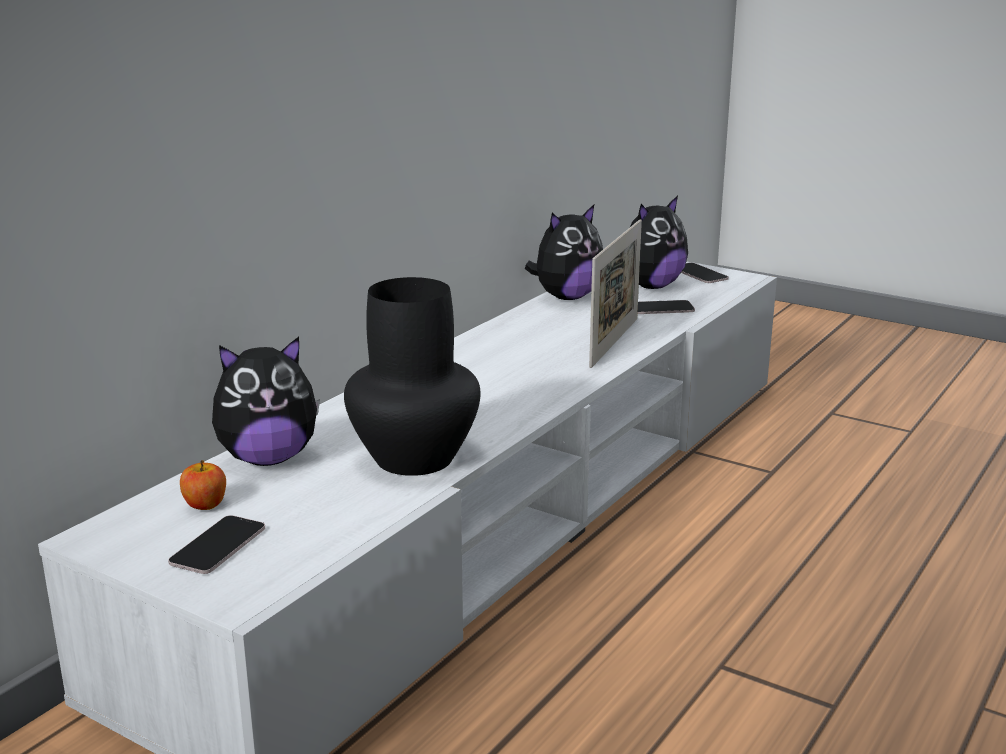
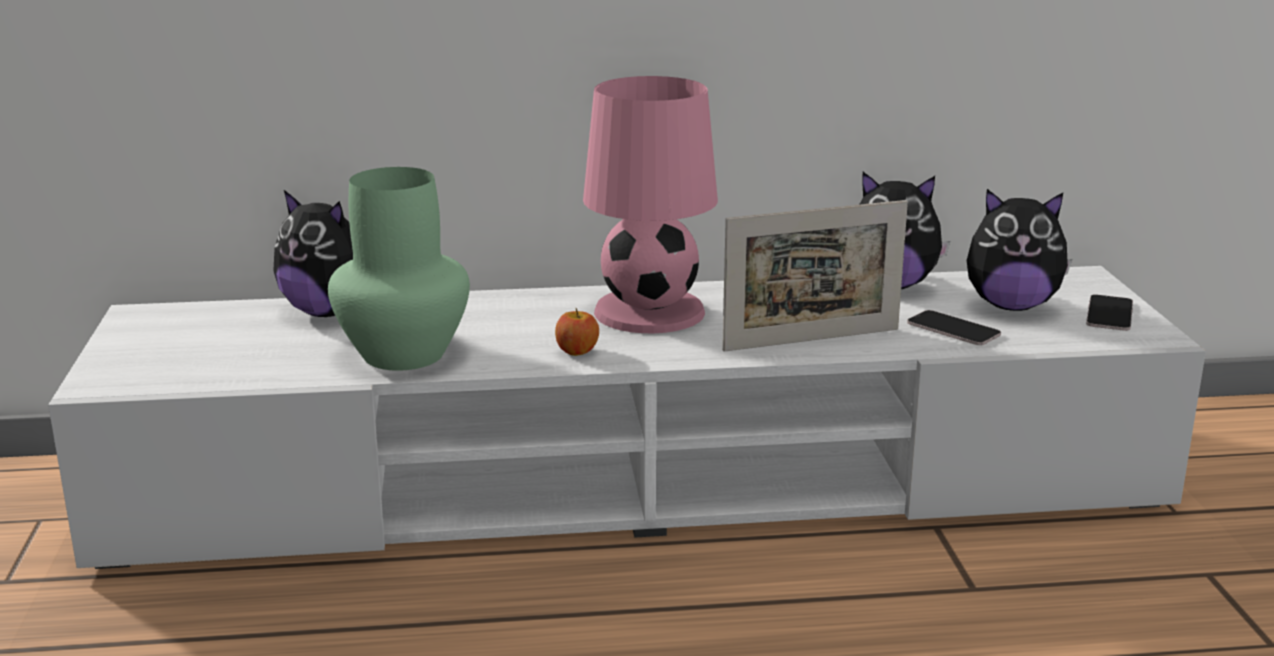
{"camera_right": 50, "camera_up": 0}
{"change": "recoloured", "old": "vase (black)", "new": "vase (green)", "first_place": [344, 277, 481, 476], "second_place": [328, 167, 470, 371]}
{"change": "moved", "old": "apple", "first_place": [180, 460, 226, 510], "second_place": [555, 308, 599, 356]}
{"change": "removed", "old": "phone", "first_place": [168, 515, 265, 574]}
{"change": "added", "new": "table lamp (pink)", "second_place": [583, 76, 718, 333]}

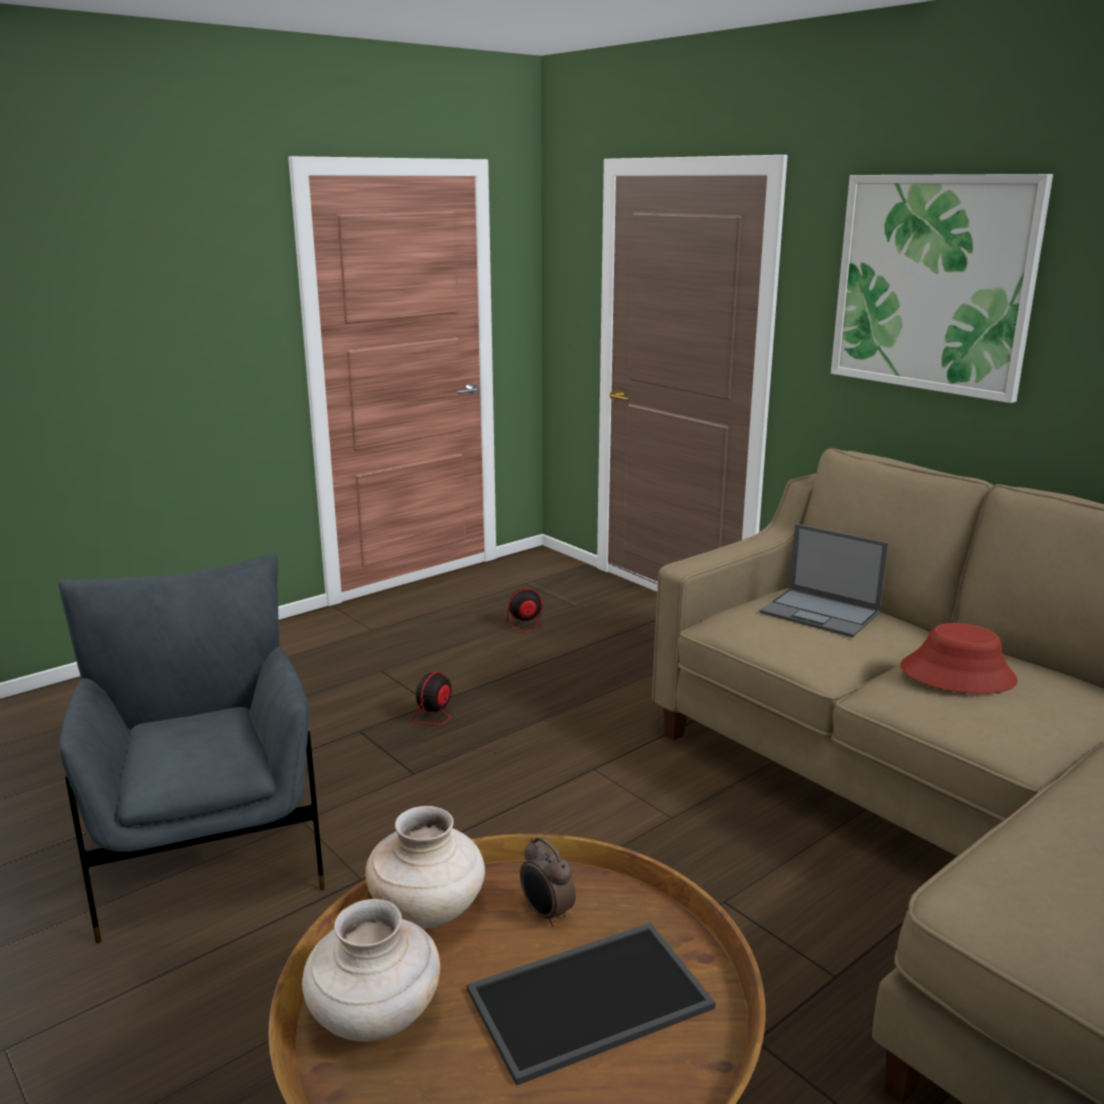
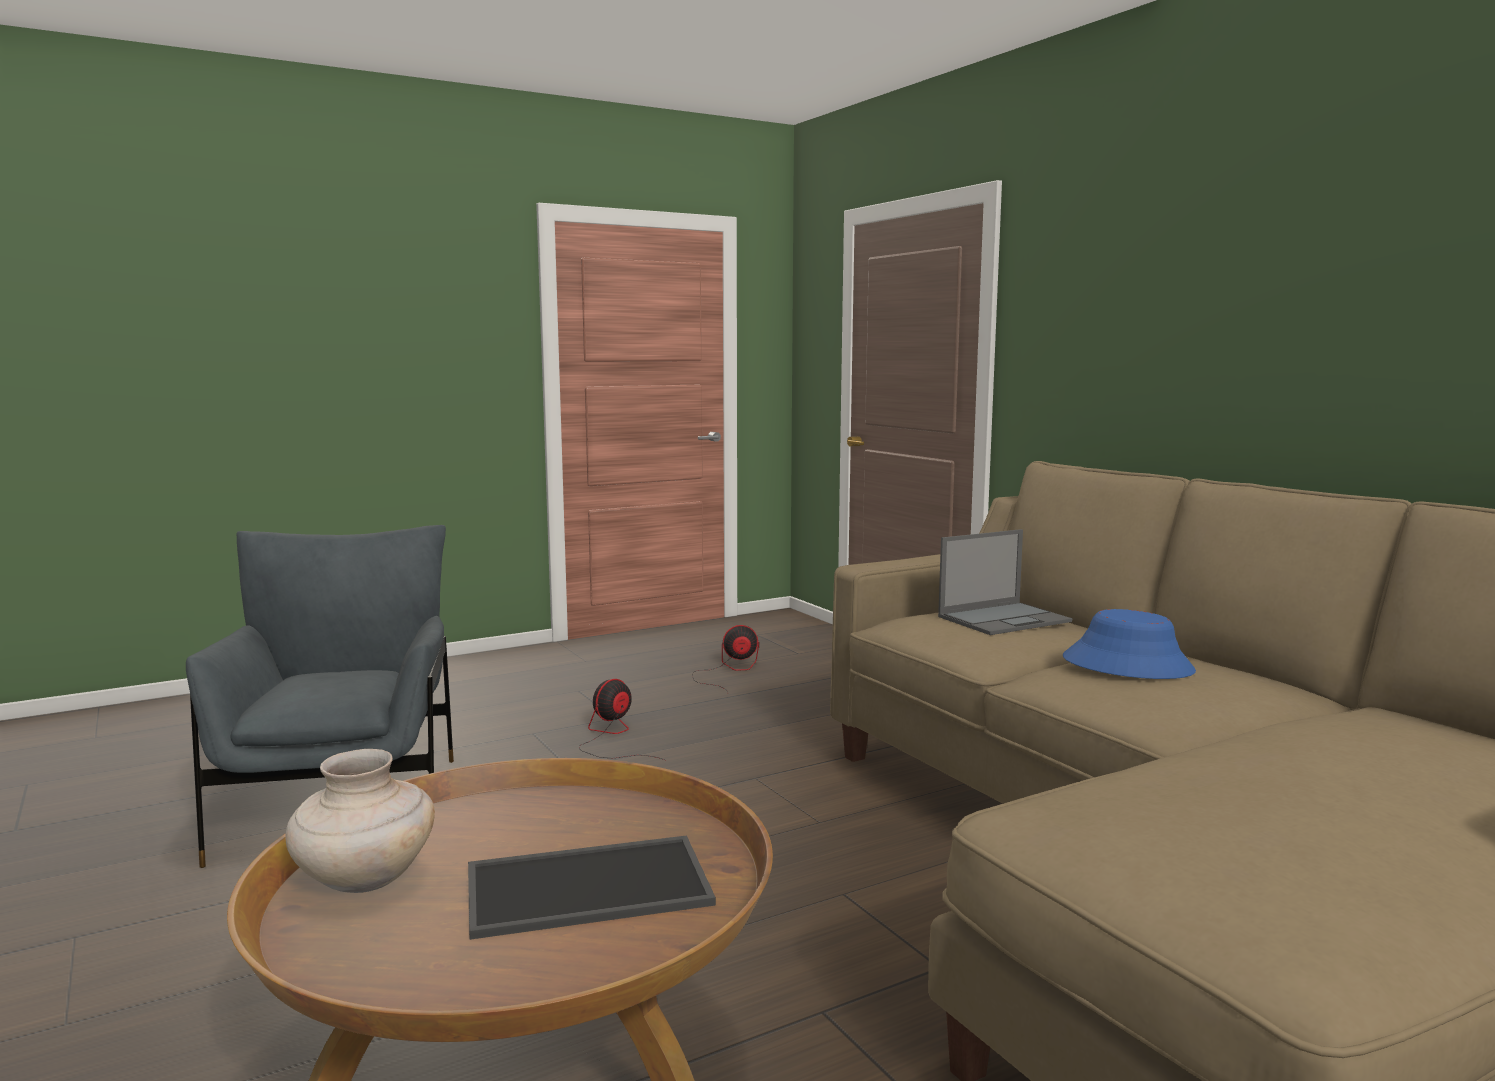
{"camera_right": 10, "camera_up": -10}
{"change": "removed", "old": "picture", "first_place": [831, 174, 1053, 403]}
{"change": "turned", "old": "laptop", "first_place": [760, 524, 889, 638], "second_place": [938, 529, 1072, 635], "degrees": -75}
{"change": "recoloured", "old": "hat (red)", "new": "hat (blue)", "first_place": [901, 623, 1018, 694], "second_place": [1063, 609, 1196, 679]}
{"change": "removed", "old": "vase (beige)", "first_place": [365, 806, 485, 929]}
{"change": "removed", "old": "alarm clock", "first_place": [520, 837, 576, 927]}

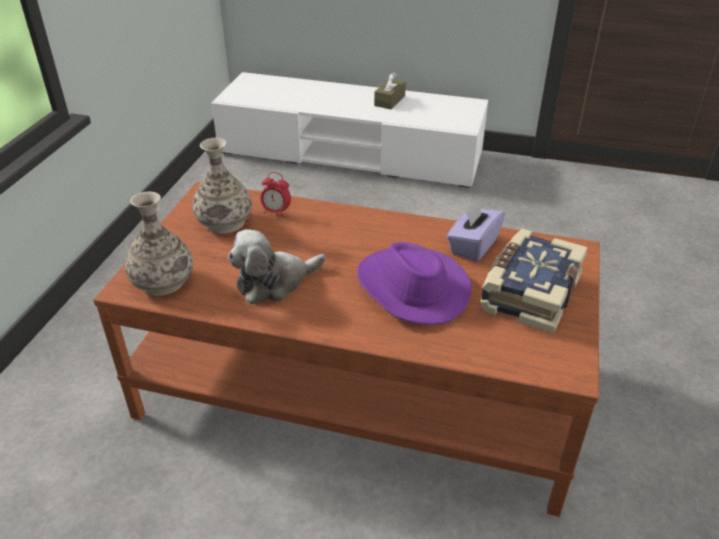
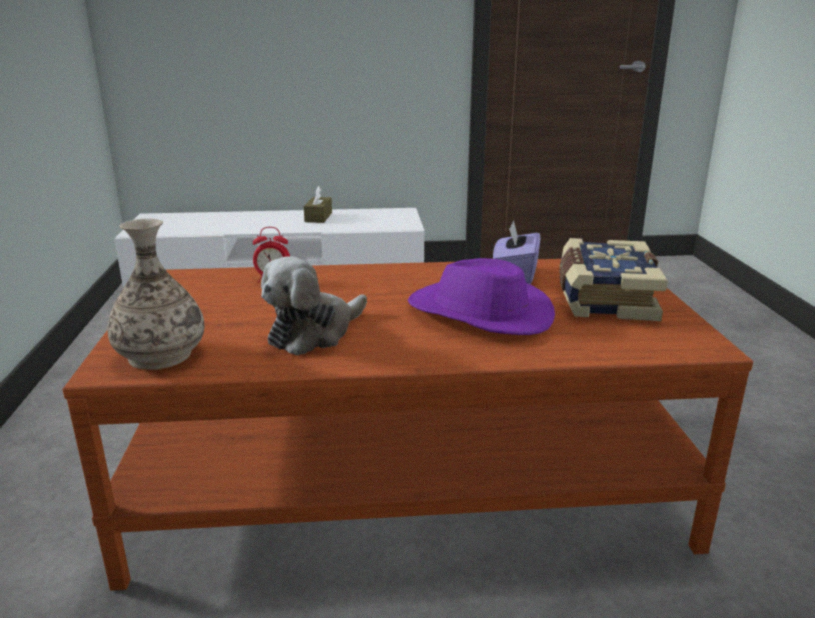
{"camera_right": -20, "camera_up": -15}
{"change": "removed", "old": "vase", "first_place": [192, 138, 252, 234]}

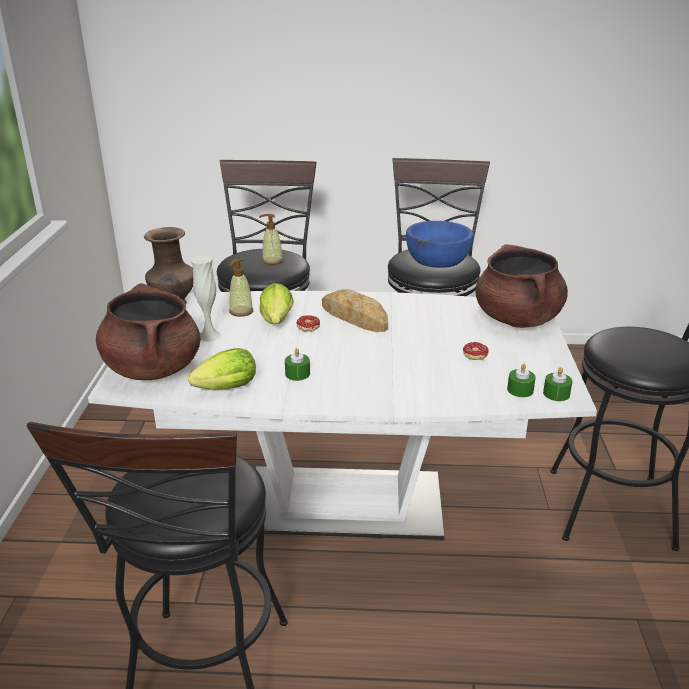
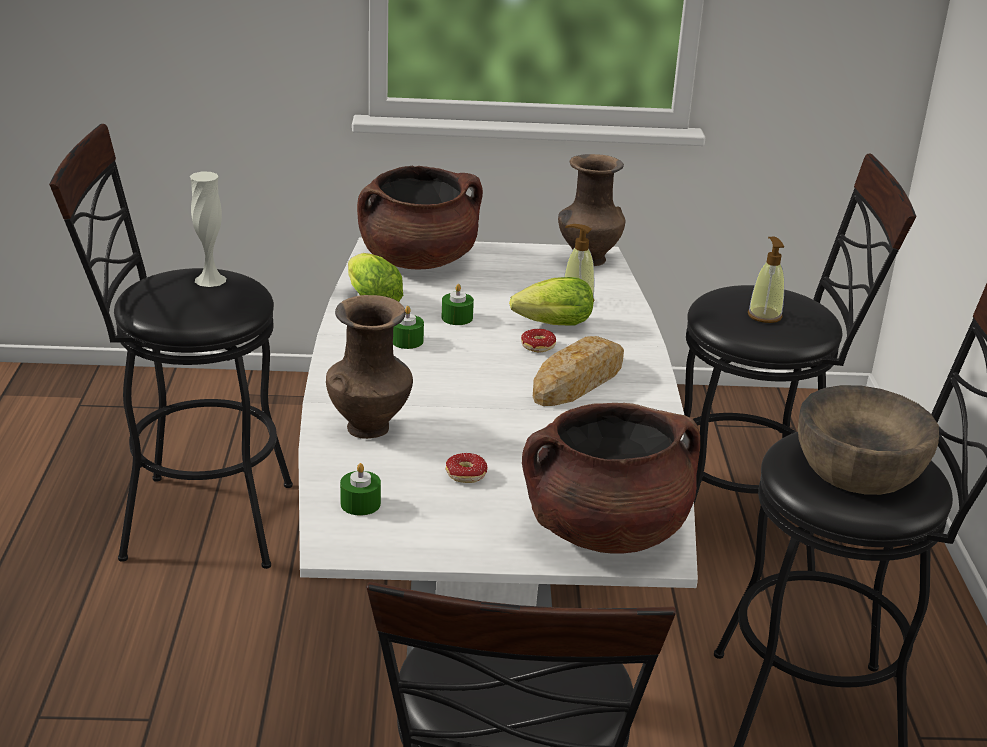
{"camera_right": 85, "camera_up": 0}
{"change": "recoloured", "old": "bowl (blue)", "new": "bowl (brown)", "first_place": [406, 221, 473, 268], "second_place": [798, 385, 939, 495]}
{"change": "moved", "old": "vase (white)", "first_place": [191, 256, 222, 342], "second_place": [190, 172, 226, 287]}
{"change": "moved", "old": "candle (green)", "first_place": [543, 367, 573, 401], "second_place": [442, 284, 474, 325]}
{"change": "added", "new": "vase (brown)", "second_place": [326, 295, 413, 439]}

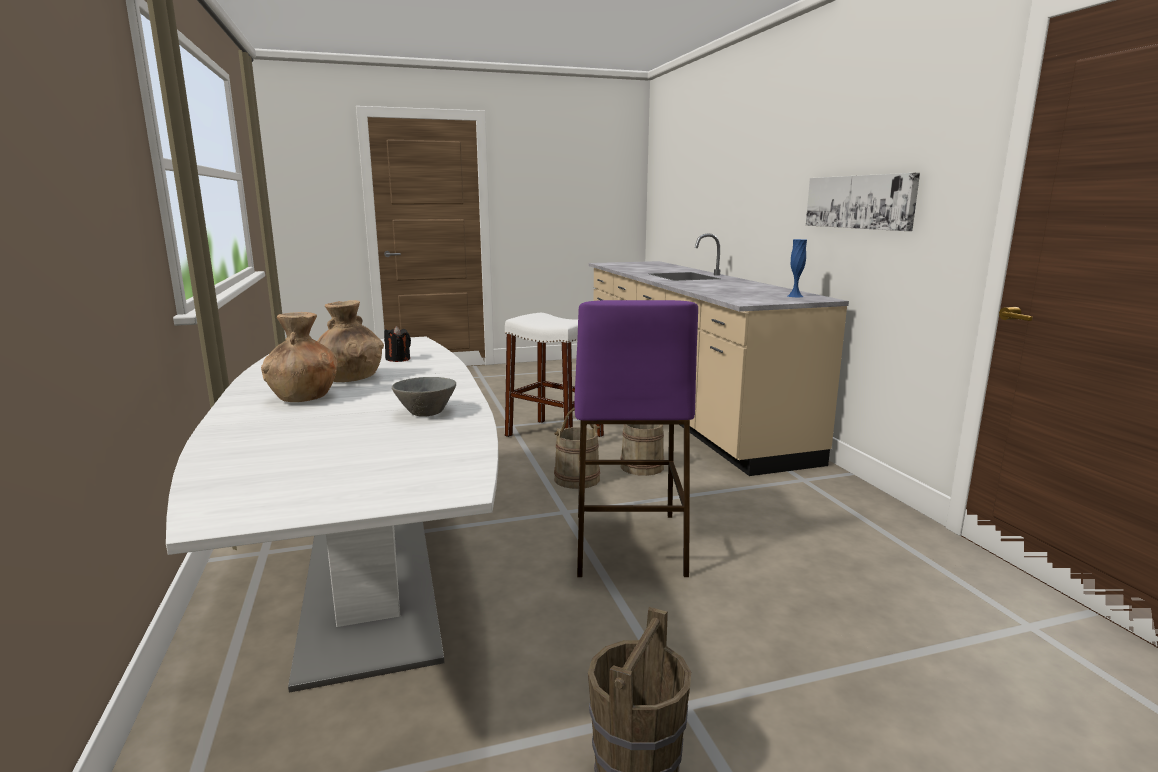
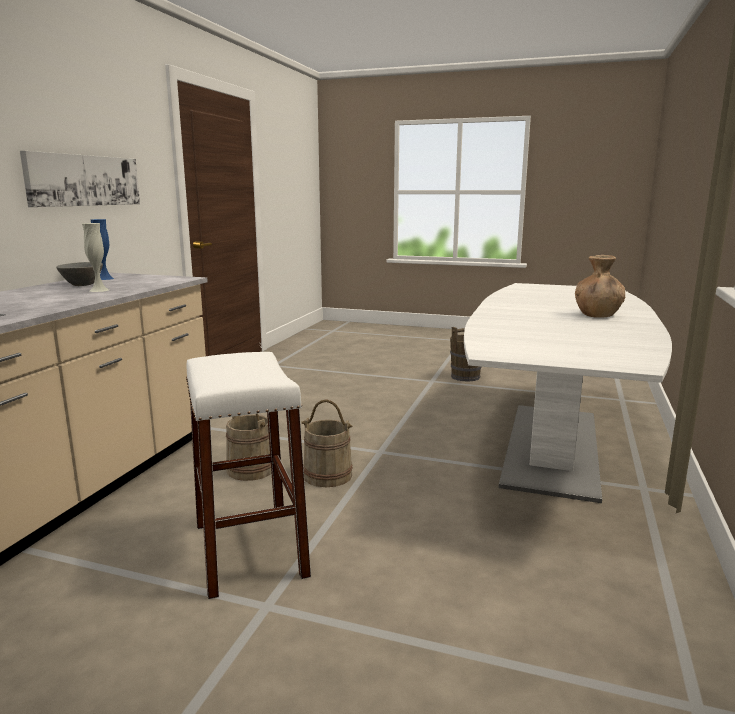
{"camera_right": -145, "camera_up": 0}
{"change": "removed", "old": "vase (brown)", "first_place": [318, 300, 384, 382]}
{"change": "removed", "old": "stool (purple)", "first_place": [574, 300, 698, 577]}
{"change": "removed", "old": "candle (black)", "first_place": [384, 326, 411, 362]}
{"change": "moved", "old": "bowl (grey)", "first_place": [392, 377, 456, 417], "second_place": [56, 262, 103, 286]}
{"change": "added", "new": "vase (white)", "second_place": [82, 223, 109, 292]}

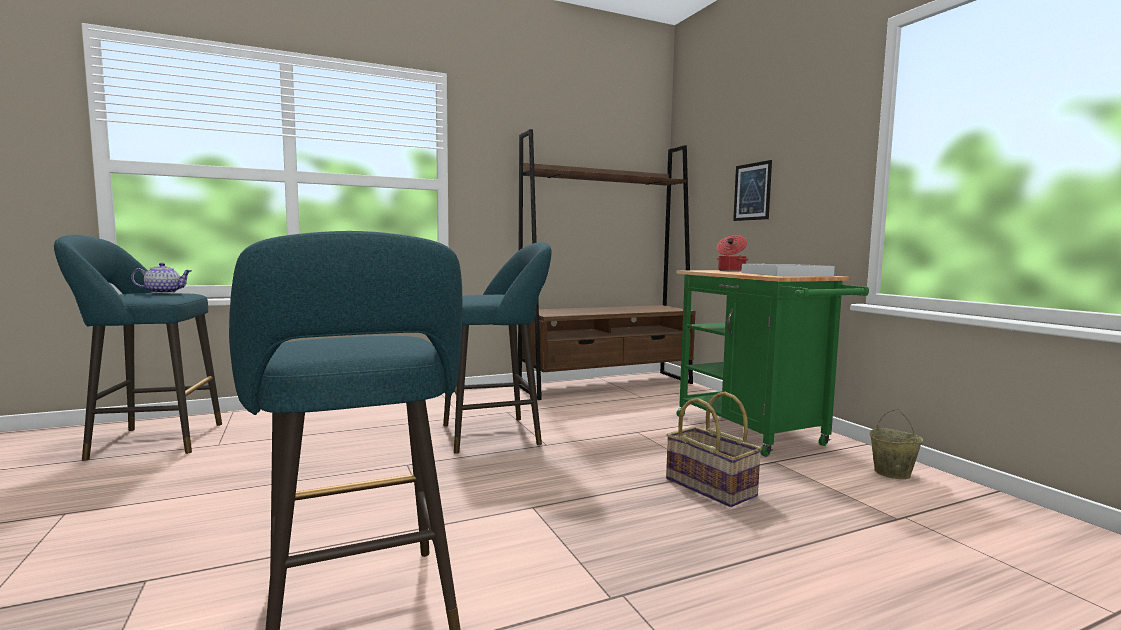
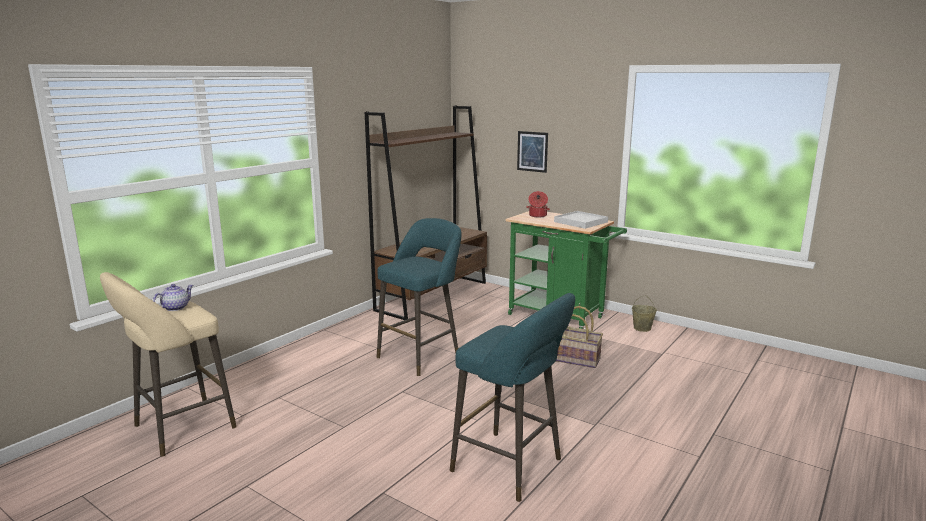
{"camera_right": -30, "camera_up": 10}
{"change": "recoloured", "old": "stool (turquoise)", "new": "stool (beige)", "first_place": [54, 235, 222, 460], "second_place": [100, 272, 237, 457]}

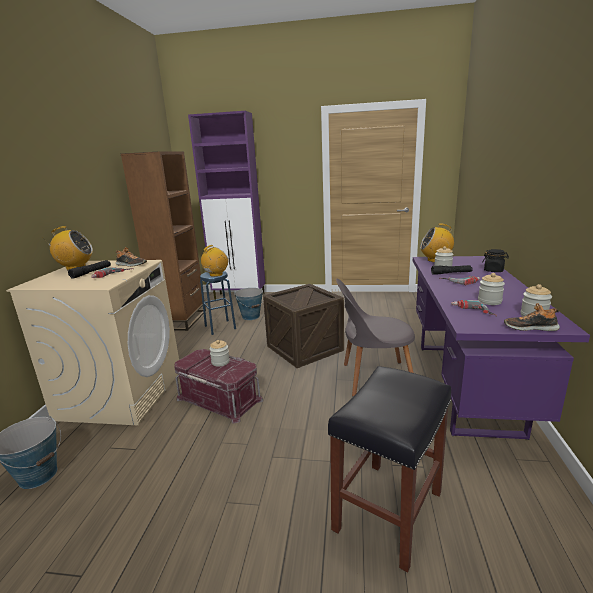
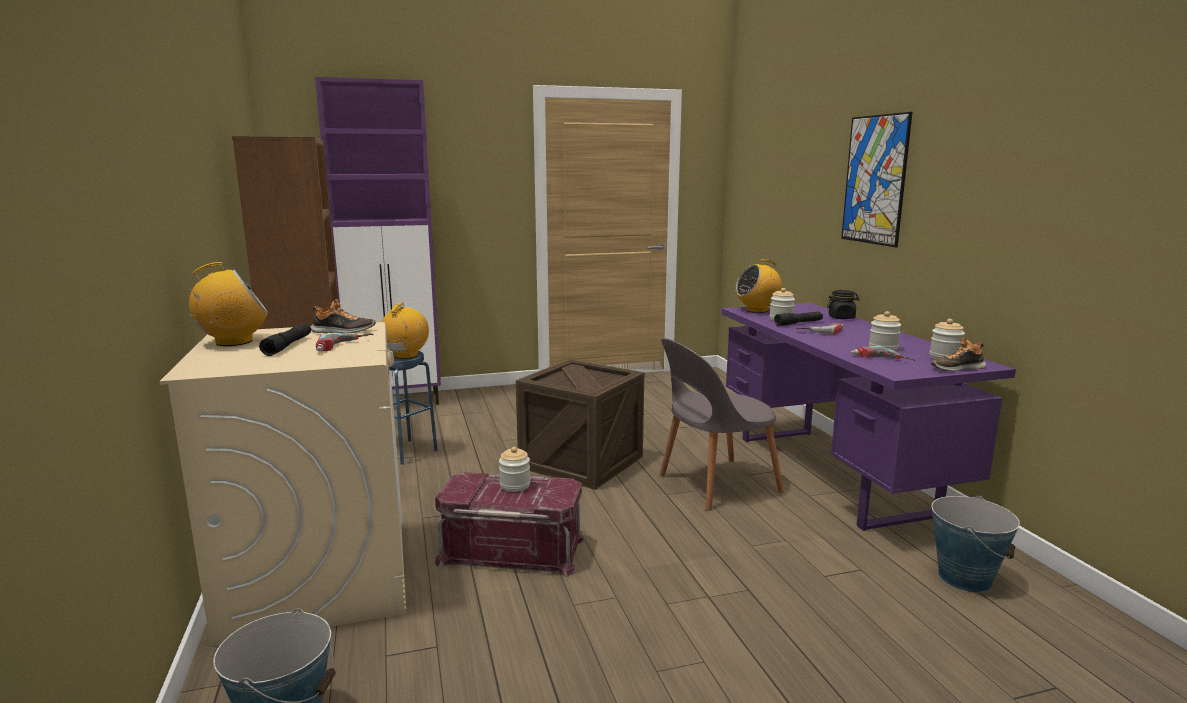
{"camera_right": -25, "camera_up": -5}
{"change": "moved", "old": "bucket", "first_place": [234, 288, 264, 320], "second_place": [932, 496, 1020, 593]}
{"change": "removed", "old": "stool (black)", "first_place": [328, 366, 451, 573]}
{"change": "added", "new": "picture", "second_place": [841, 112, 912, 247]}

